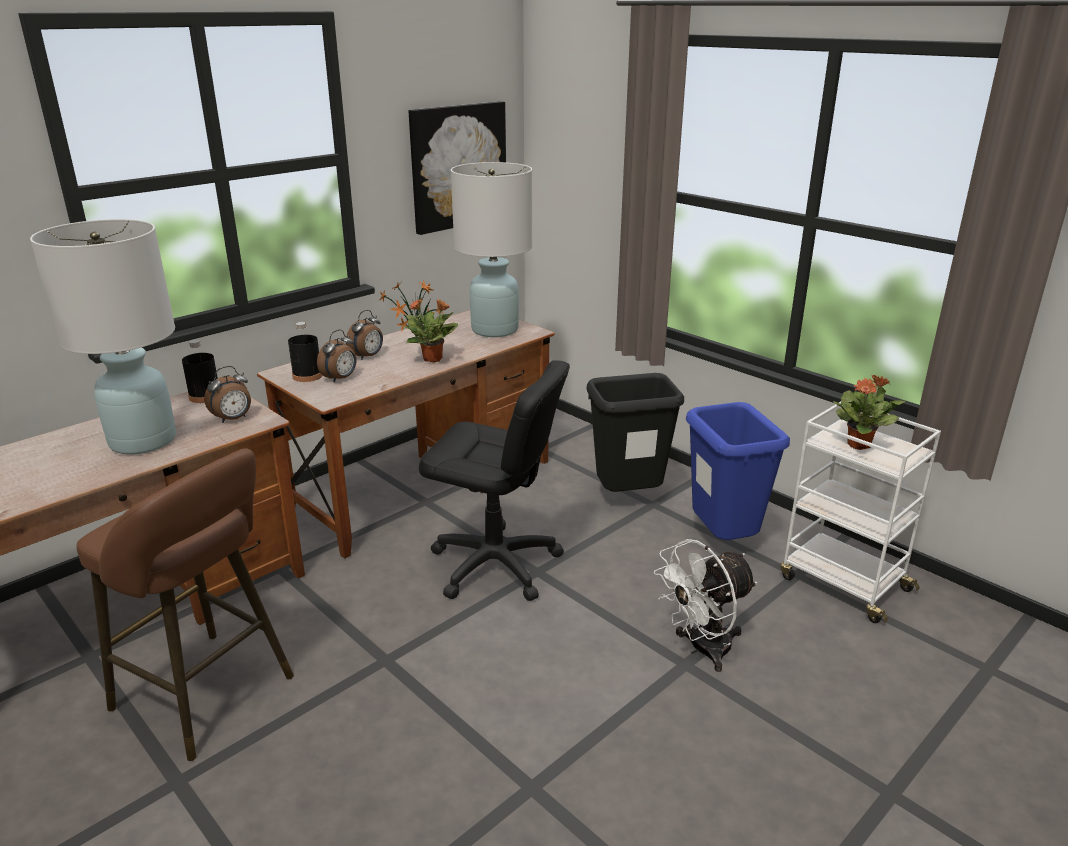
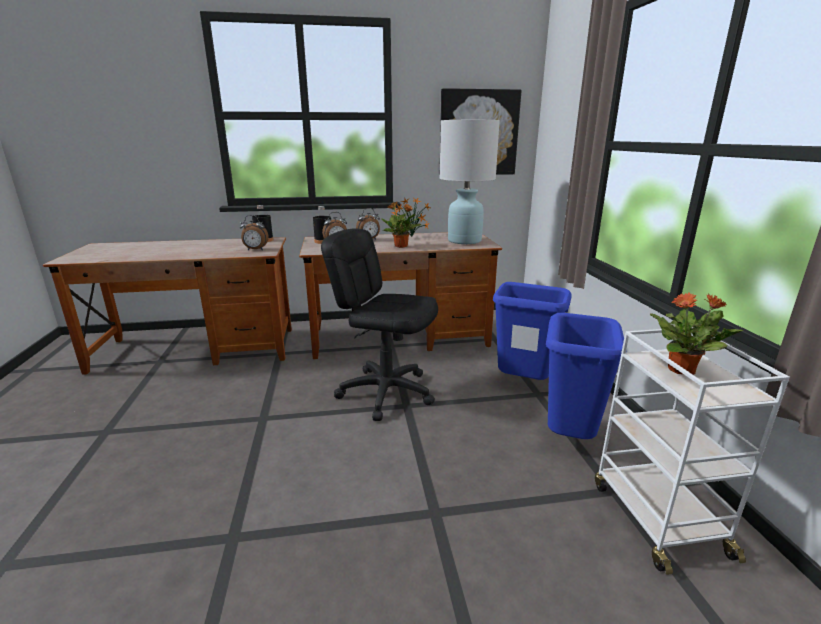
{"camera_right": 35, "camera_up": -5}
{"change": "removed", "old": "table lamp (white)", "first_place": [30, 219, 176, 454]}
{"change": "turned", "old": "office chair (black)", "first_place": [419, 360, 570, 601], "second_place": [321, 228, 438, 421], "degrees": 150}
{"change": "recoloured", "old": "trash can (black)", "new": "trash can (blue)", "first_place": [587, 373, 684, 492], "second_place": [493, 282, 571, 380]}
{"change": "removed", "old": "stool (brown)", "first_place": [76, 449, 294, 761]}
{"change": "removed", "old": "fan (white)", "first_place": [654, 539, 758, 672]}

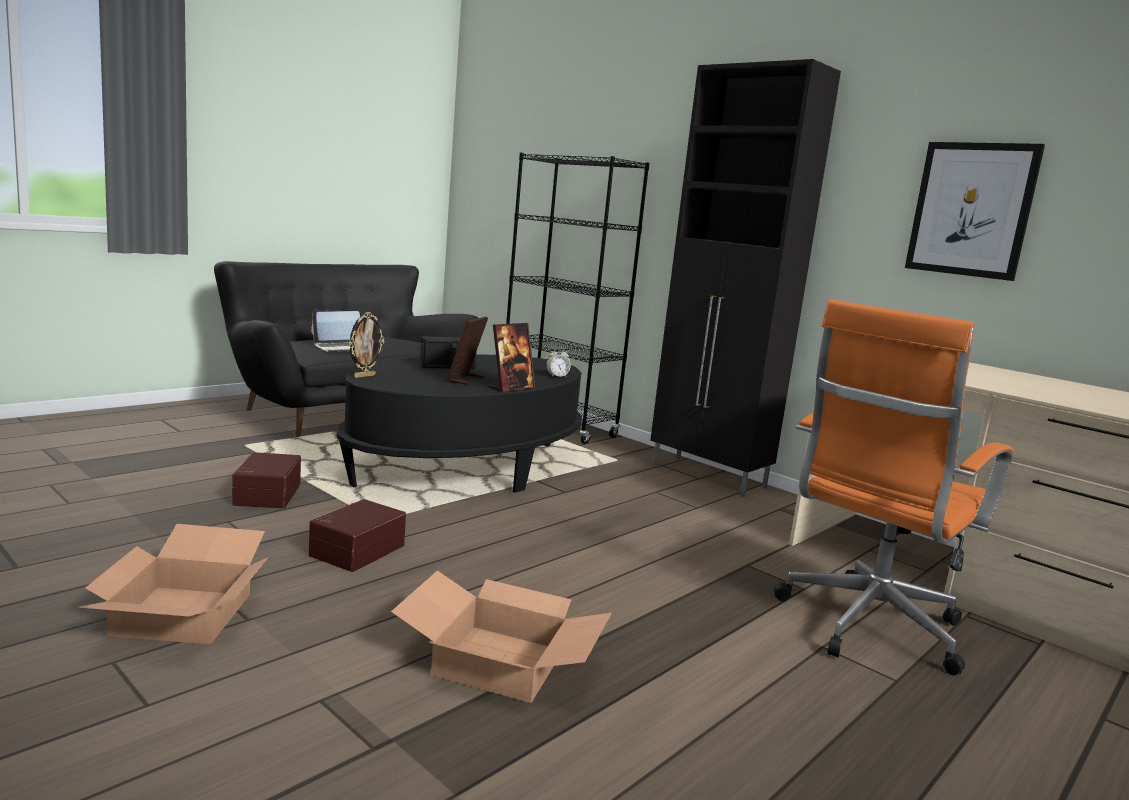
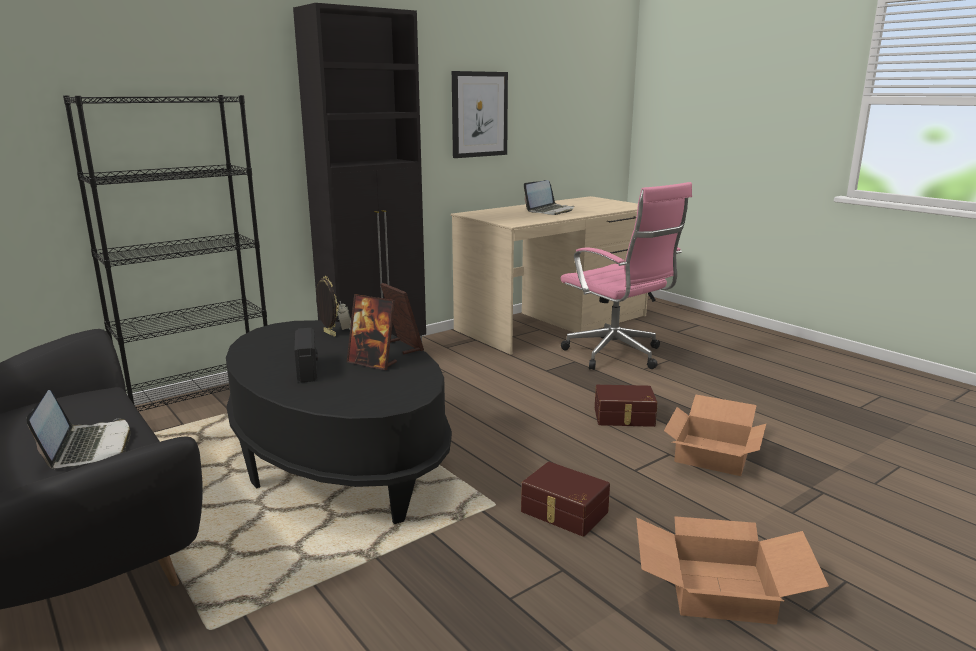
{"camera_right": -80, "camera_up": 5}
{"change": "recoloured", "old": "office chair (orange)", "new": "office chair (pink)", "first_place": [774, 299, 1014, 675], "second_place": [561, 182, 692, 370]}
{"change": "moved", "old": "picture frame", "first_place": [349, 312, 384, 378], "second_place": [316, 276, 339, 337]}
{"change": "moved", "old": "storage box (brown)", "first_place": [232, 452, 301, 508], "second_place": [595, 385, 658, 427]}
{"change": "added", "new": "laptop", "second_place": [524, 180, 575, 215]}

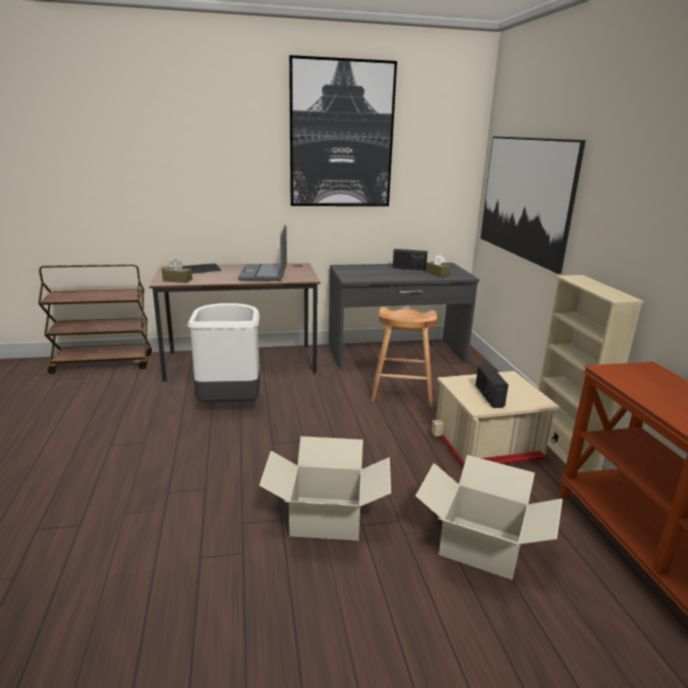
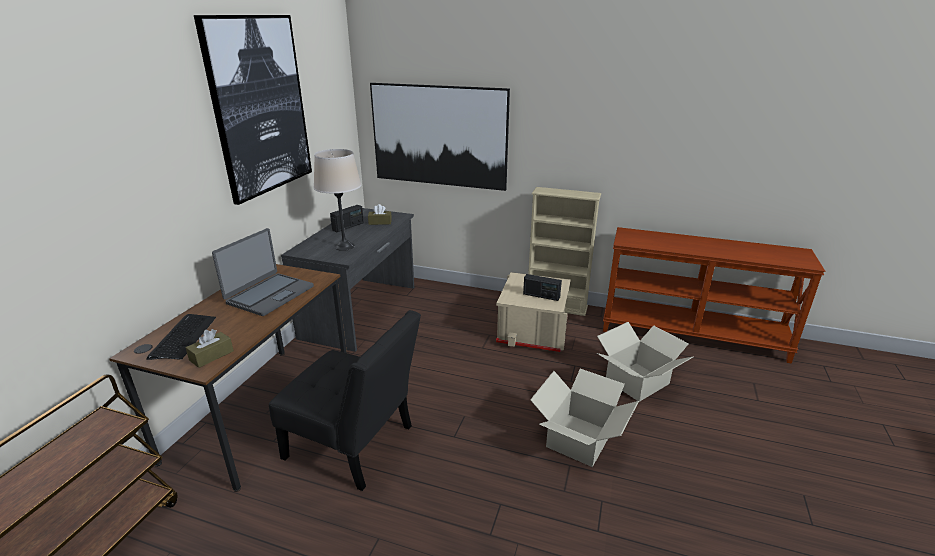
{"camera_right": -60, "camera_up": 5}
{"change": "turned", "old": "laptop", "first_place": [238, 225, 287, 281], "second_place": [212, 228, 314, 316], "degrees": -90}
{"change": "replaced", "old": "trash can (white)", "new": "chair (black)", "first_place": [187, 303, 260, 402], "second_place": [269, 310, 421, 491]}
{"change": "removed", "old": "stool (brown)", "first_place": [371, 307, 437, 407]}
{"change": "added", "new": "table lamp (beige)", "second_place": [314, 149, 361, 251]}

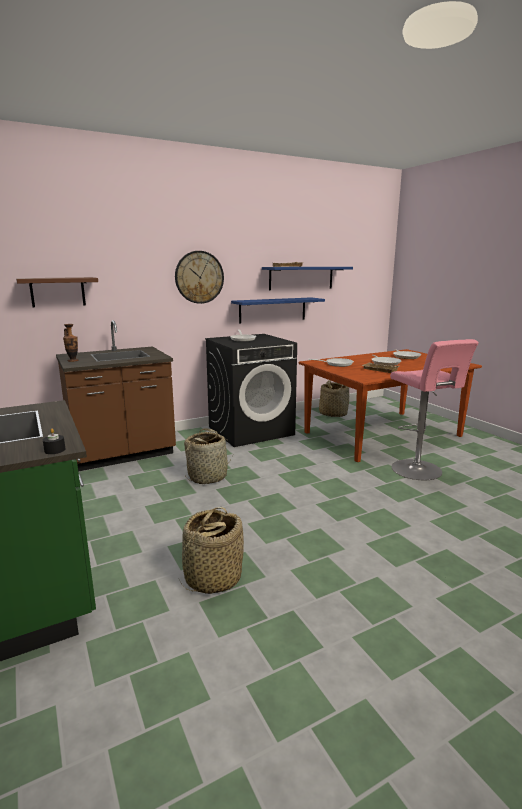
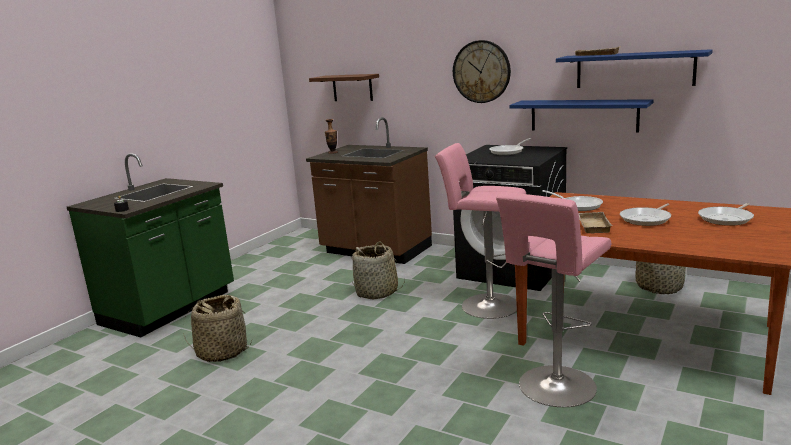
{"camera_right": 60, "camera_up": 0}
{"change": "added", "new": "stool (pink)", "second_place": [435, 143, 526, 319]}

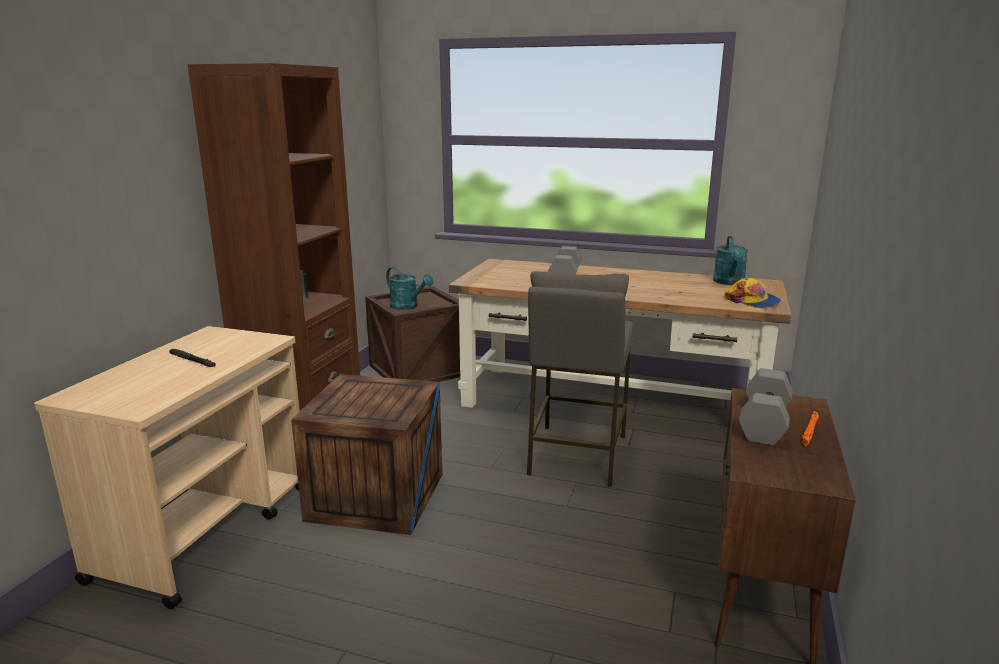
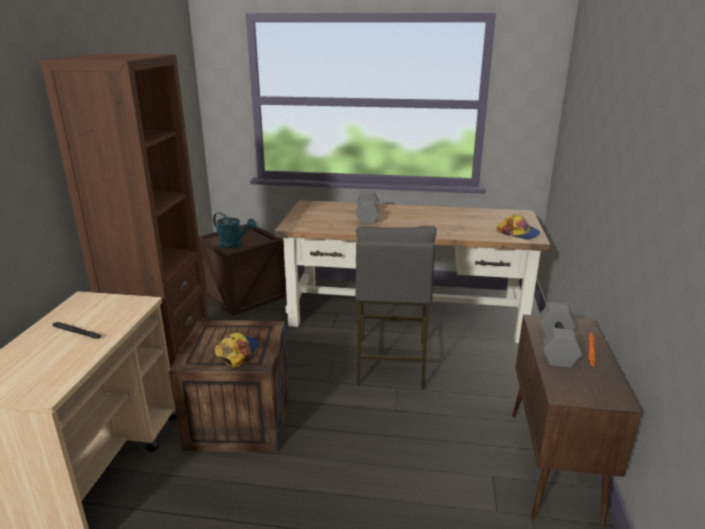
{"camera_right": -10, "camera_up": 5}
{"change": "removed", "old": "watering can (turquoise)", "first_place": [713, 236, 748, 285]}
{"change": "added", "new": "cap", "second_place": [215, 333, 260, 367]}

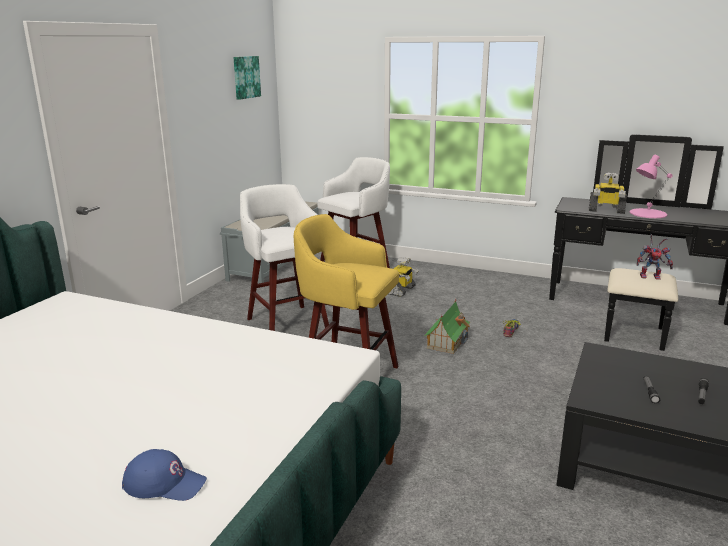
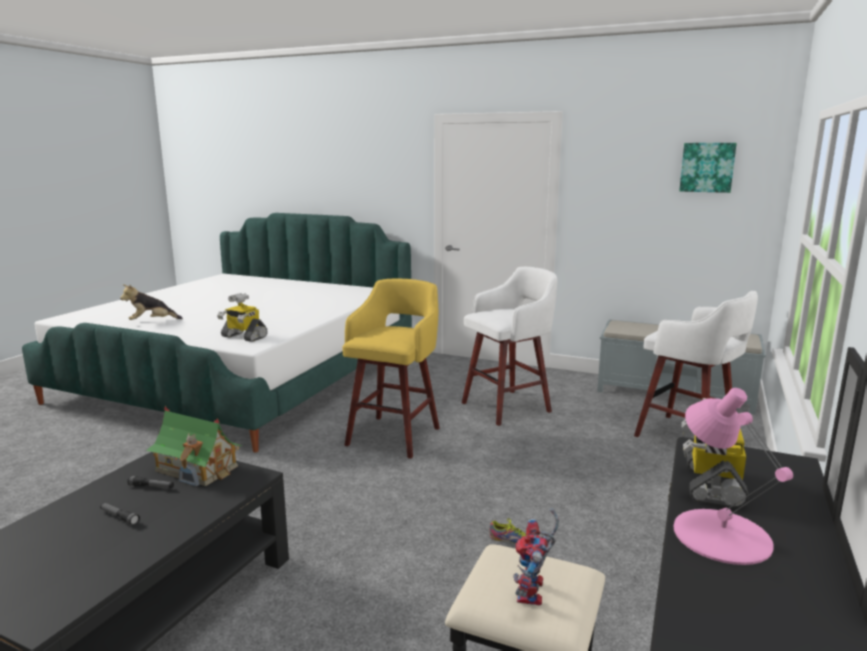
{"camera_right": 90, "camera_up": -5}
{"change": "moved", "old": "toy robot", "first_place": [388, 257, 419, 297], "second_place": [217, 293, 268, 342]}
{"change": "moved", "old": "toy house", "first_place": [424, 300, 470, 354], "second_place": [146, 406, 242, 486]}
{"change": "replaced", "old": "cap (blue)", "new": "plush toy", "first_place": [122, 449, 207, 501], "second_place": [120, 284, 183, 320]}

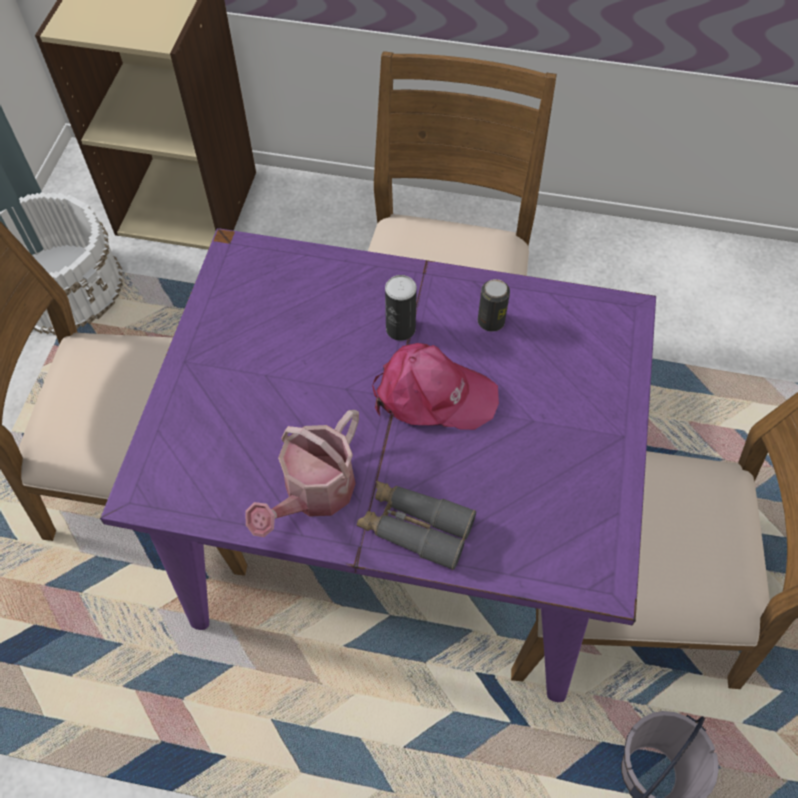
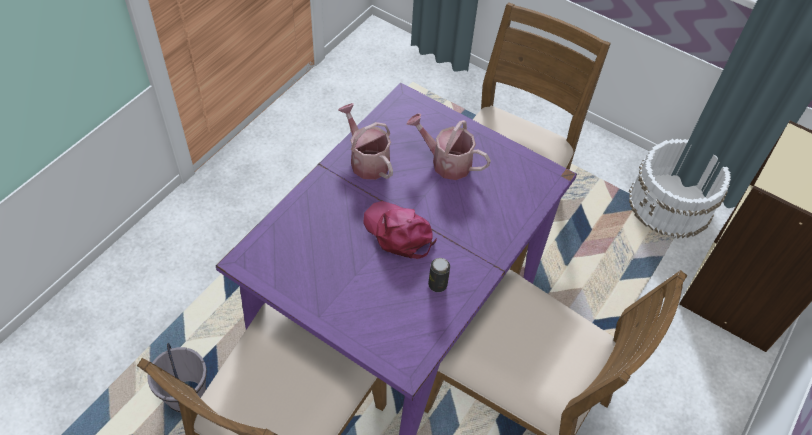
{"camera_right": 110, "camera_up": -5}
{"change": "removed", "old": "can", "first_place": [385, 275, 417, 341]}
{"change": "turned", "old": "cap (pink)", "first_place": [372, 343, 499, 430], "second_place": [363, 201, 437, 259], "degrees": 105}
{"change": "removed", "old": "binoculars (grey)", "first_place": [357, 481, 476, 570]}
{"change": "added", "new": "watering can", "second_place": [406, 113, 491, 180]}

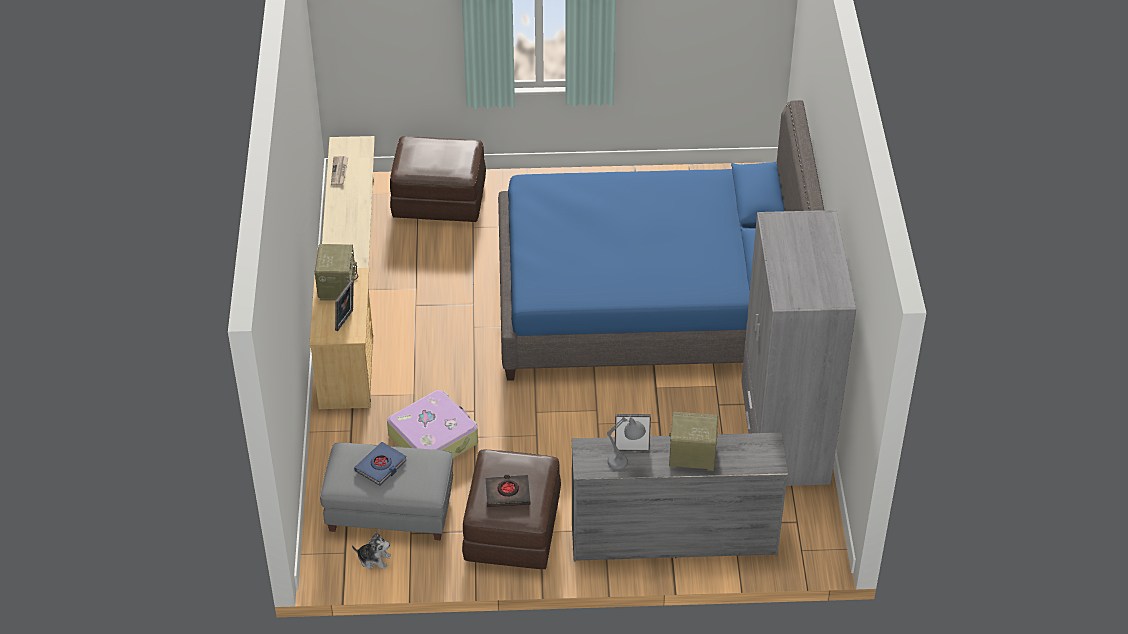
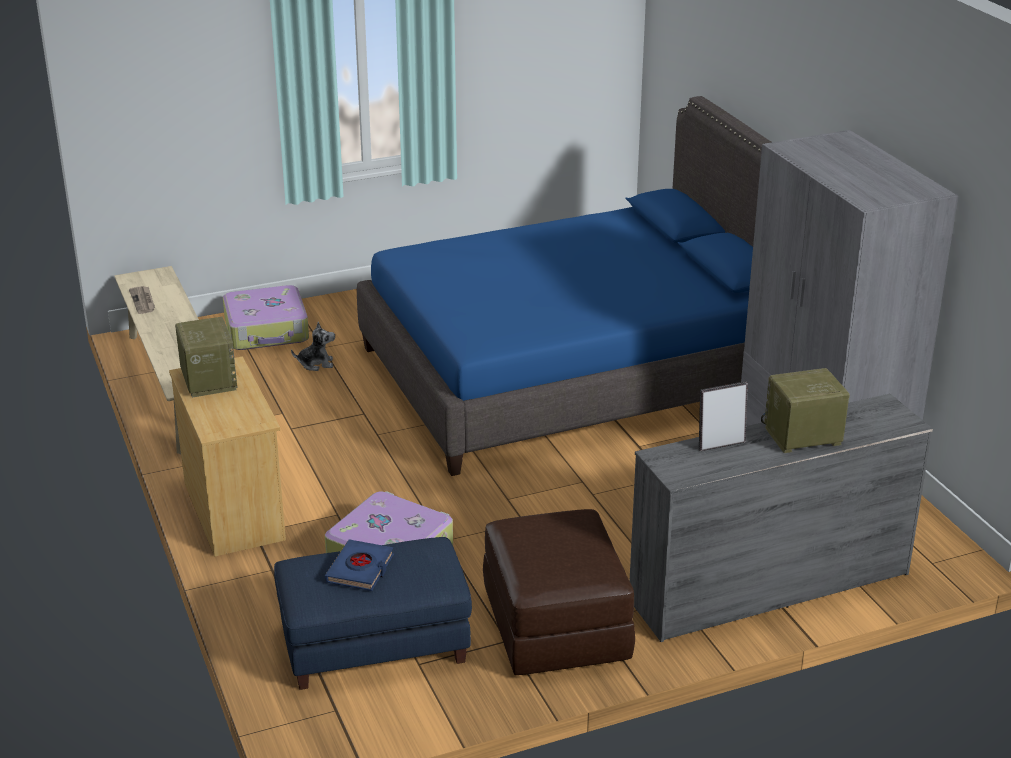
{"camera_right": -20, "camera_up": -15}
{"change": "replaced", "old": "ottoman (brown)", "new": "suitcase", "first_place": [390, 136, 486, 222], "second_place": [223, 285, 309, 350]}
{"change": "removed", "old": "picture frame", "first_place": [335, 280, 354, 331]}
{"change": "removed", "old": "table lamp (grey)", "first_place": [607, 415, 646, 470]}
{"change": "recoloured", "old": "ottoman (grey)", "new": "ottoman (blue)", "first_place": [320, 443, 453, 540], "second_place": [274, 537, 472, 690]}
{"change": "removed", "old": "book (black)", "first_place": [486, 475, 530, 507]}
{"change": "moved", "old": "plush toy", "first_place": [352, 532, 391, 569], "second_place": [291, 322, 335, 371]}

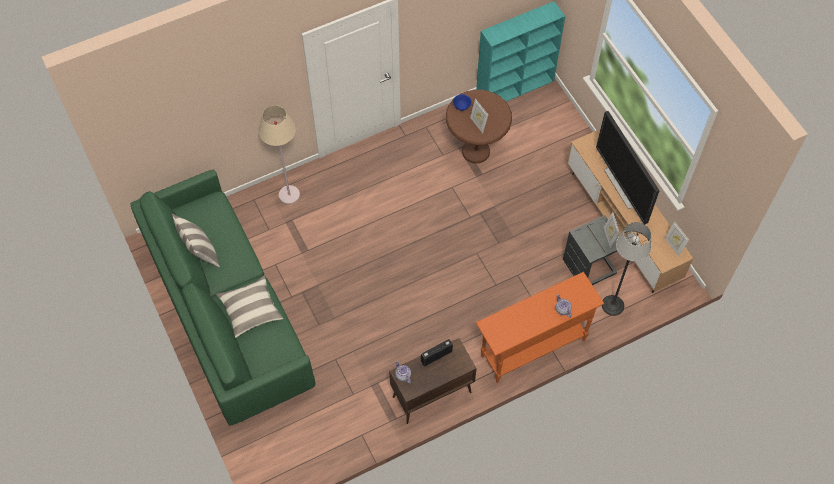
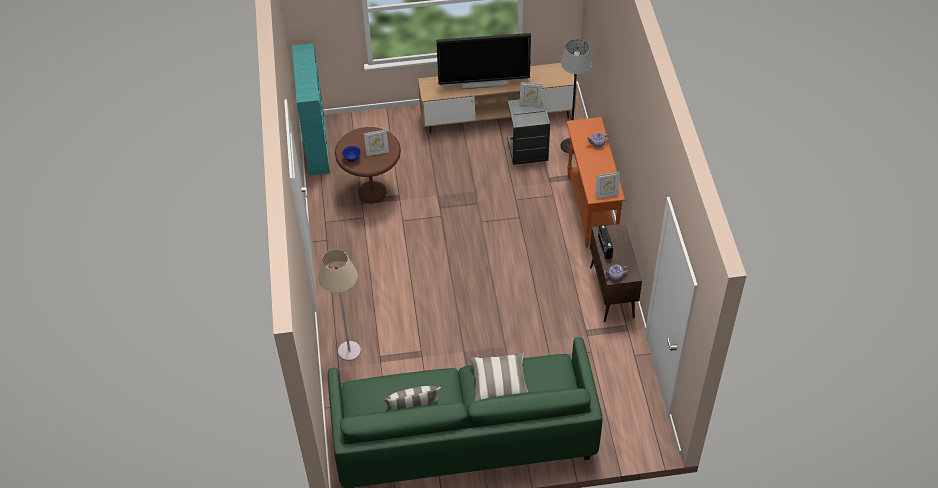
{"camera_right": -70, "camera_up": -10}
{"change": "moved", "old": "picture frame", "first_place": [665, 221, 689, 256], "second_place": [596, 172, 620, 199]}

